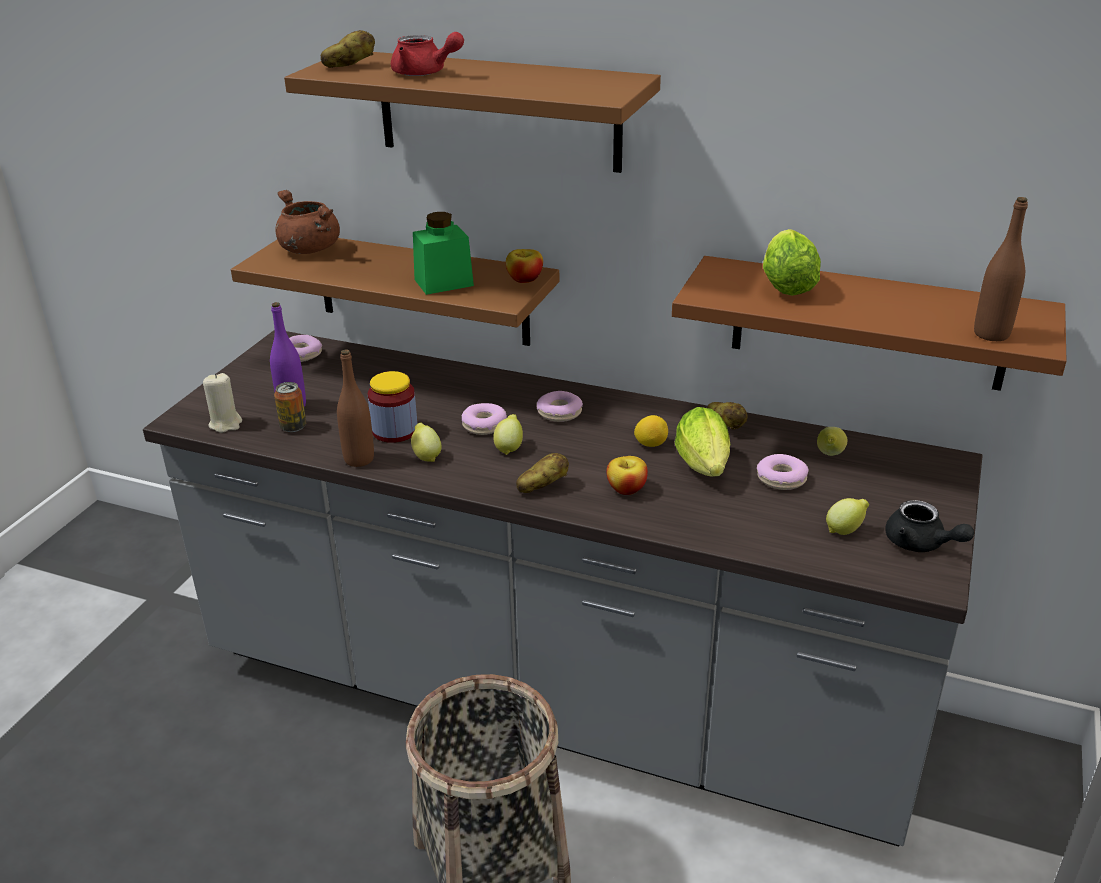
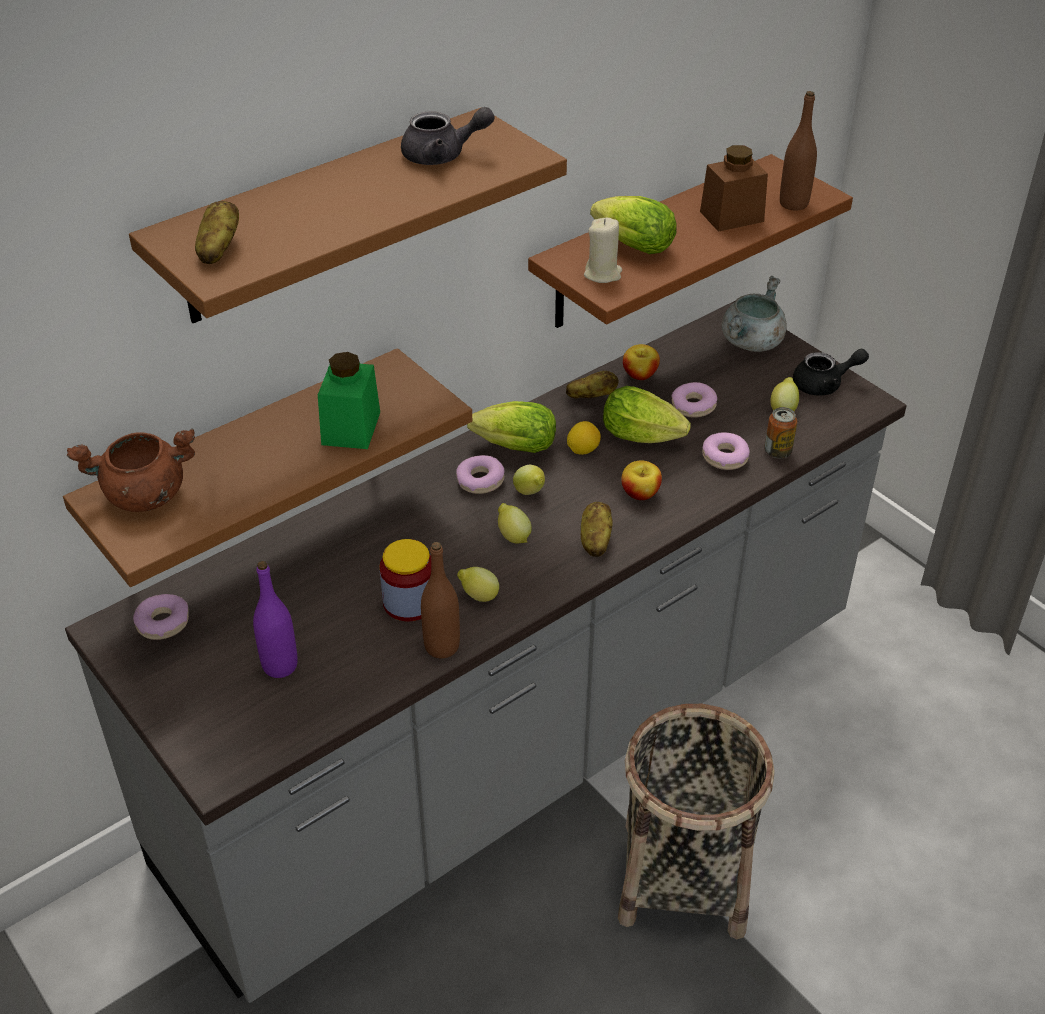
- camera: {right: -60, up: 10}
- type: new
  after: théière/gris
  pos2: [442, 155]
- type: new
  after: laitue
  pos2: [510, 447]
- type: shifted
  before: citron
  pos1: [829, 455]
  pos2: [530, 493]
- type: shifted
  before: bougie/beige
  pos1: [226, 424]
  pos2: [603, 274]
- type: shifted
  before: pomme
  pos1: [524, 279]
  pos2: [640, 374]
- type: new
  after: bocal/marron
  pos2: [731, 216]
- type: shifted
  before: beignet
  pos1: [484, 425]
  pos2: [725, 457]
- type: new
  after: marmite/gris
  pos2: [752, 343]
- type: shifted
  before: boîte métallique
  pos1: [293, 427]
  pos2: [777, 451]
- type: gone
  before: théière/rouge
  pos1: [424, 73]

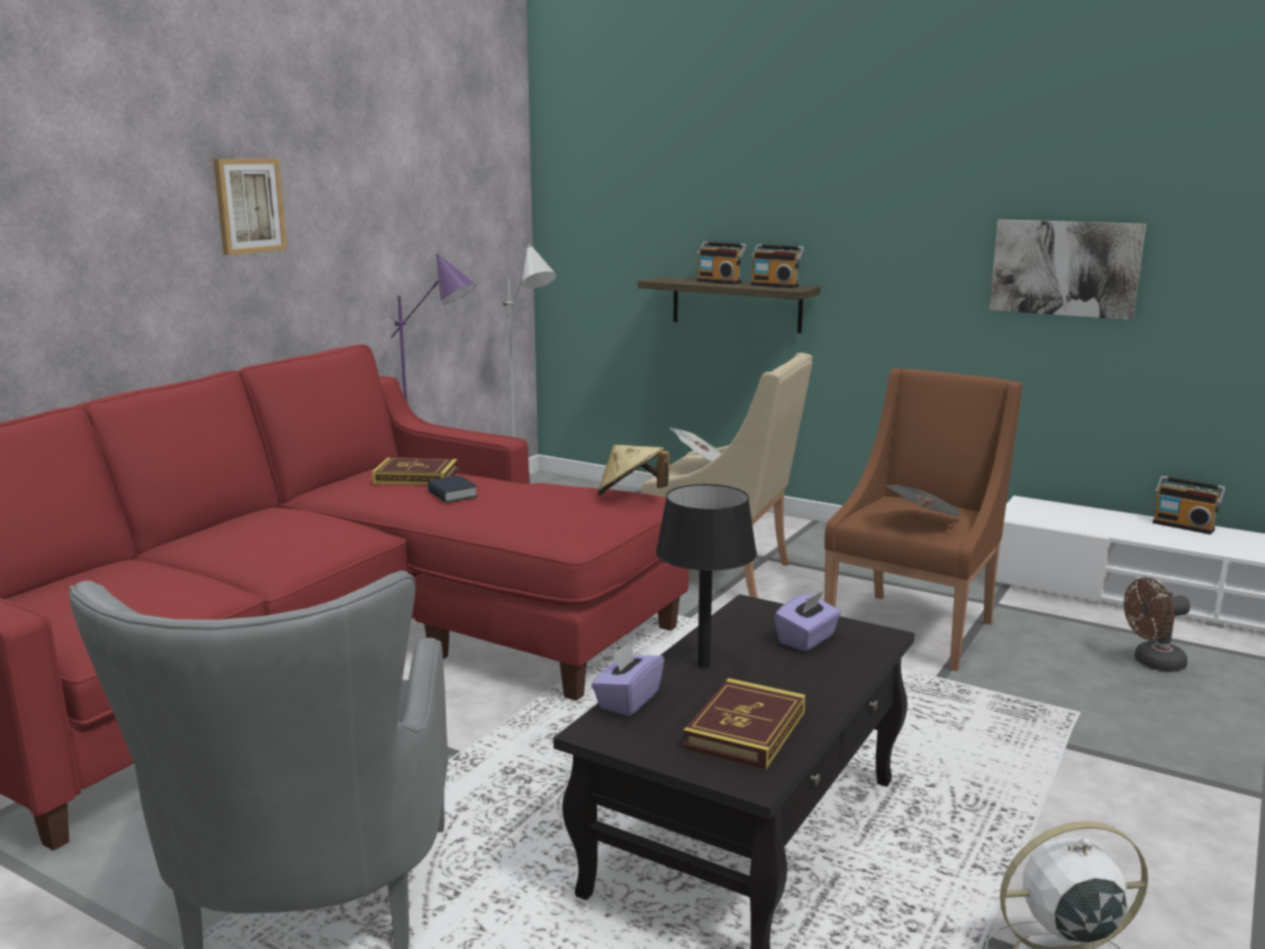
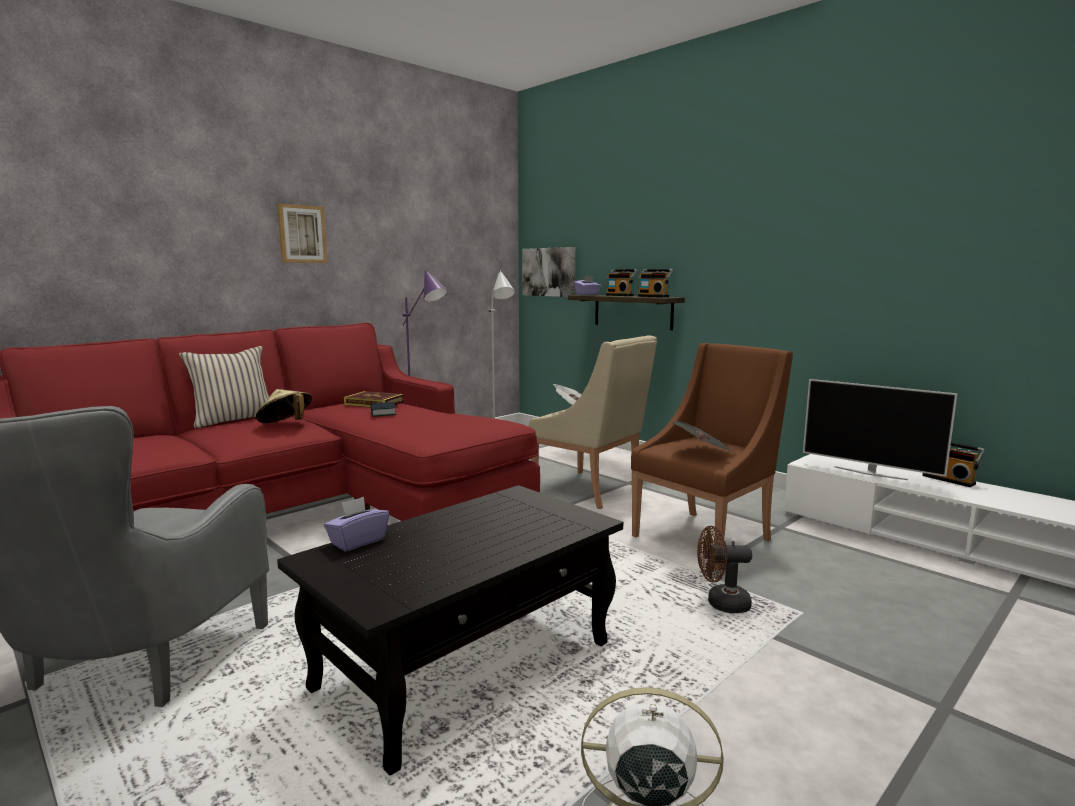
- camera: {right: 15, up: -5}
- type: new
  after: coussin/beige
  pos2: [233, 420]
- type: shifted
  before: chapeau/beige
  pos1: [631, 495]
  pos2: [286, 425]
- type: shifted
  before: tableau
  pos1: [1065, 268]
  pos2: [549, 272]
- type: shifted
  before: boîte à mouchoirs/violet
  pos1: [807, 639]
  pos2: [587, 294]
- type: shifted
  before: ventilateur/marron
  pos1: [1152, 663]
  pos2: [721, 603]
- type: new
  after: téléviseur
  pos2: [870, 473]
- type: gone
  before: lampe de table/noir
  pos1: [704, 665]
- type: gone
  before: livre
  pos1: [745, 730]

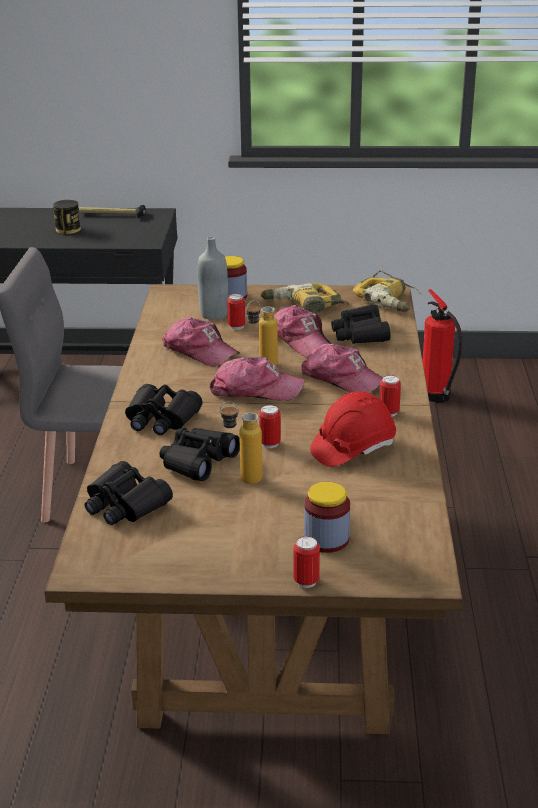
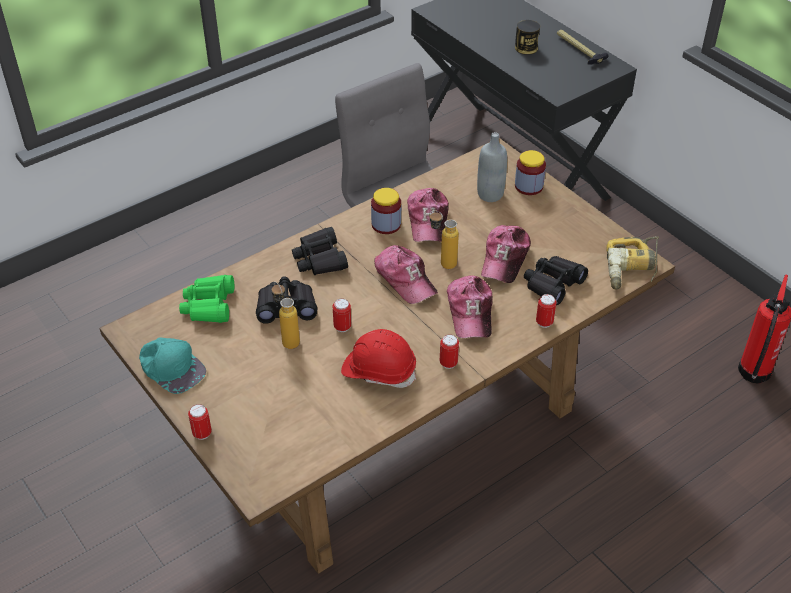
- camera: {right: 50, up: 15}
- type: new
  after: casquette/turquoise
  pos2: [172, 367]
- type: repainted
  before: jumelles/noir
  after: jumelles/vert
  pos1: [125, 504]
  pos2: [209, 305]
- type: shifted
  before: bocal
  pos1: [326, 539]
  pos2: [386, 224]
- type: shifted
  before: boîte métallique
  pos1: [236, 326]
  pos2: [544, 322]
- type: gone
  before: perceuse
  pos1: [303, 307]

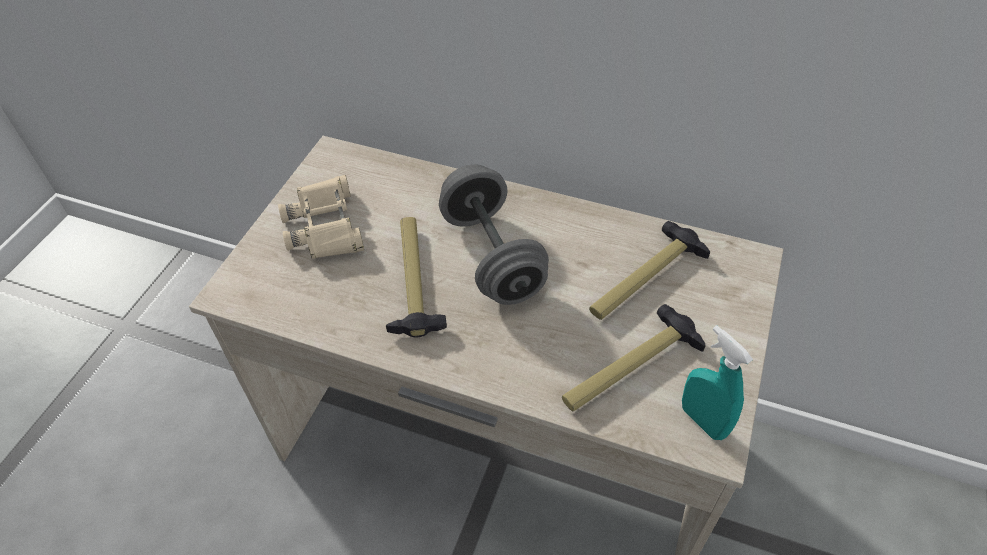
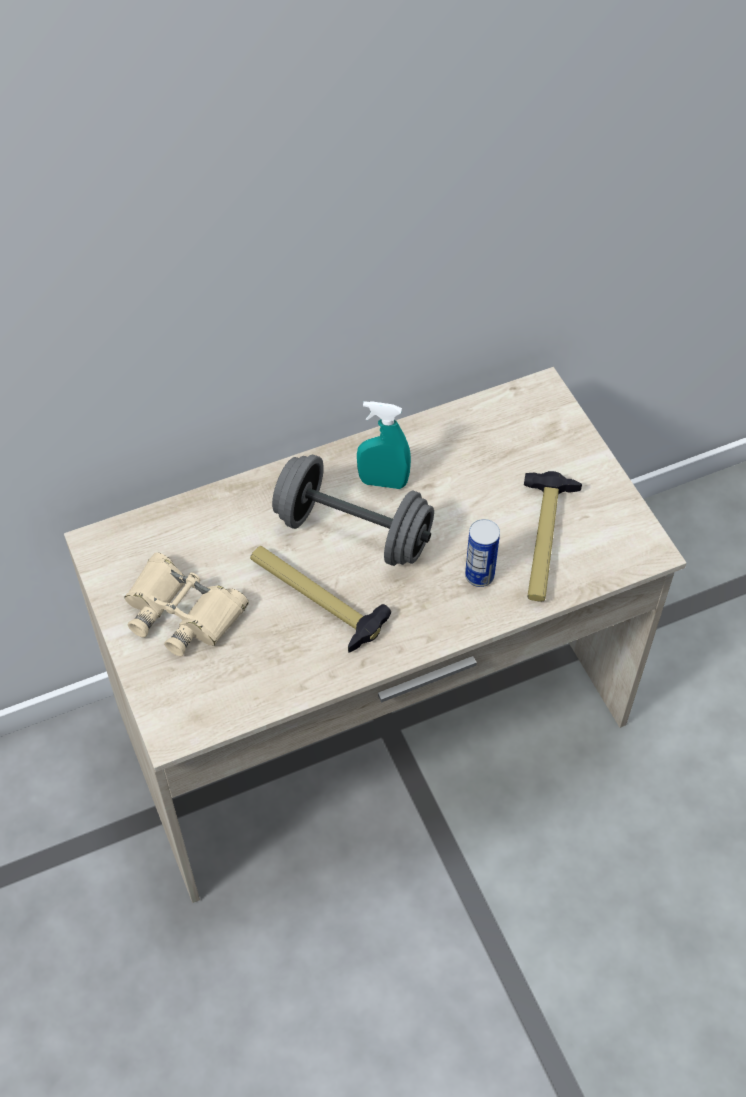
- camera: {right: -45, up: 5}
- type: shifted
  before: vaporisateur/turquoise
  pos1: [703, 421]
  pos2: [383, 482]
- type: new
  after: boîte métallique
  pos2: [479, 575]
- type: gone
  before: marteau
  pos1: [644, 280]

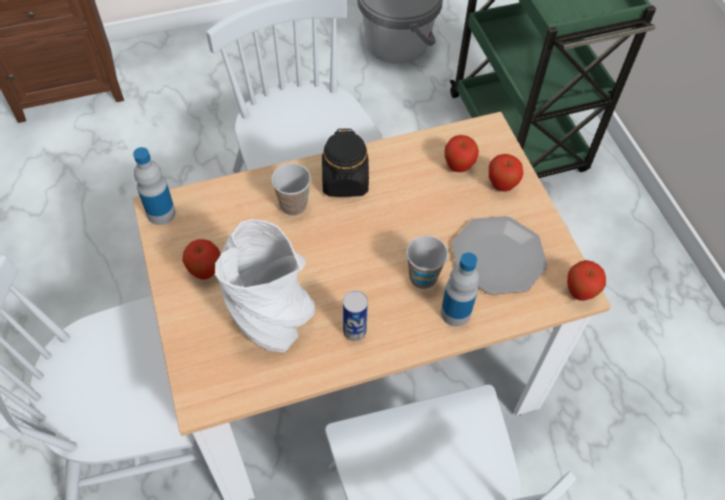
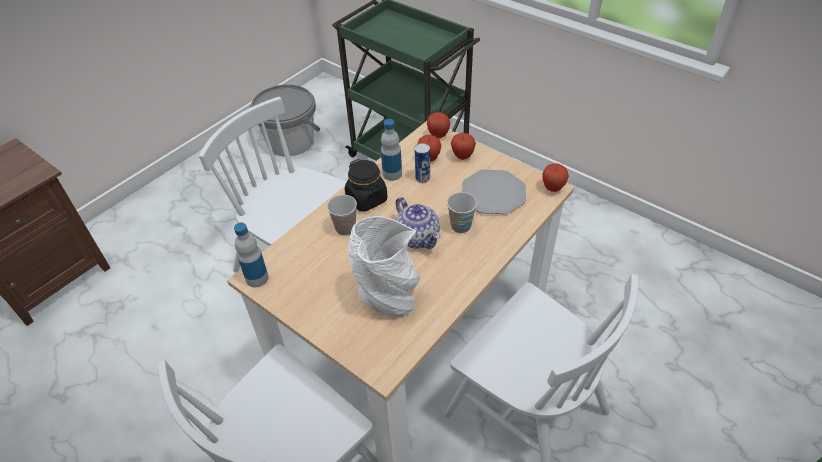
- camera: {right: -30, up: -10}
- type: shifted
  before: bouteille
  pos1: [455, 313]
  pos2: [392, 174]
- type: new
  after: théière
  pos2: [418, 237]
- type: shifted
  before: boîte métallique
  pos1: [354, 331]
  pos2: [422, 178]
- type: shifted
  before: pomme
  pos1: [205, 271]
  pos2: [438, 135]

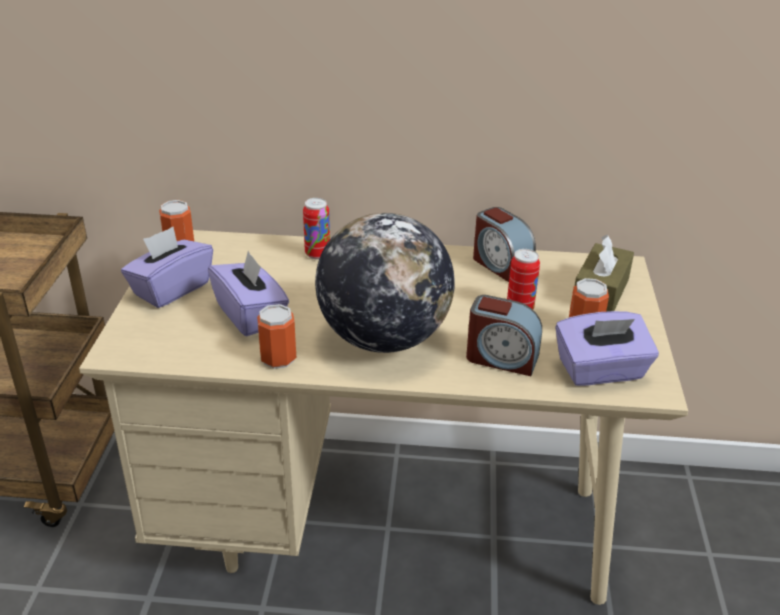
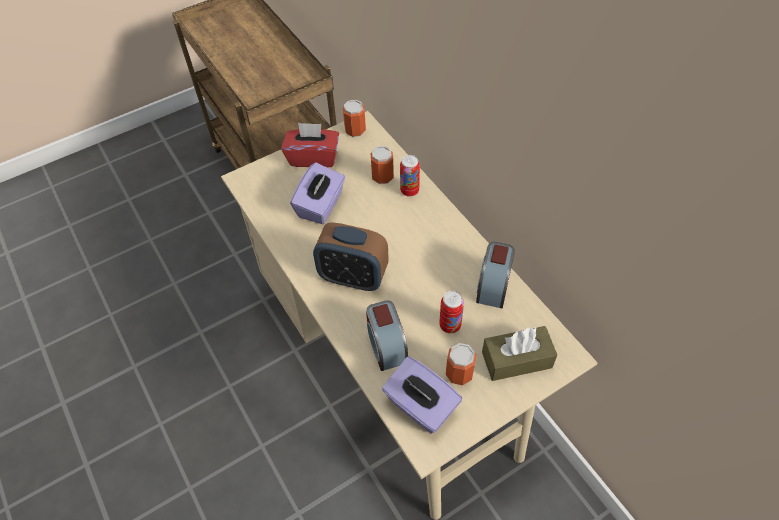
- camera: {right: 55, up: 20}
- type: repainted
  before: boîte à mouchoirs/violet
  after: boîte à mouchoirs/rouge
  pos1: [171, 289]
  pos2: [313, 157]
- type: swapped
  before: globe
  after: réveil
  pos1: [383, 339]
  pos2: [353, 277]
- type: shifted
  before: boîte métallique
  pos1: [278, 358]
  pos2: [382, 177]

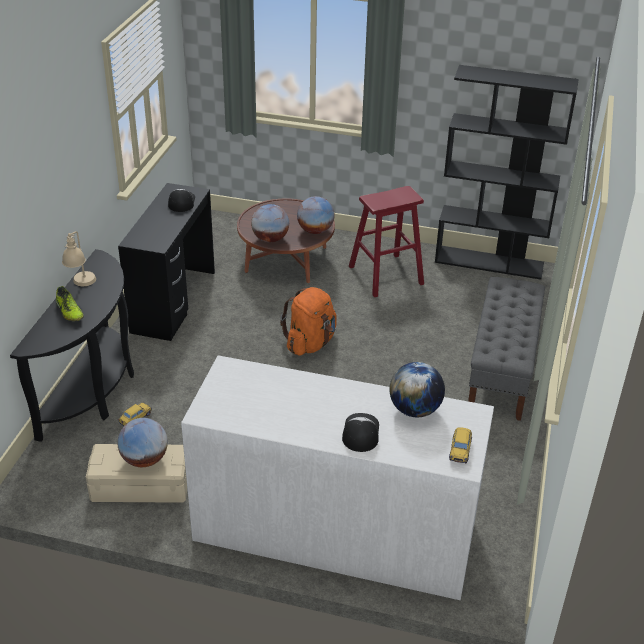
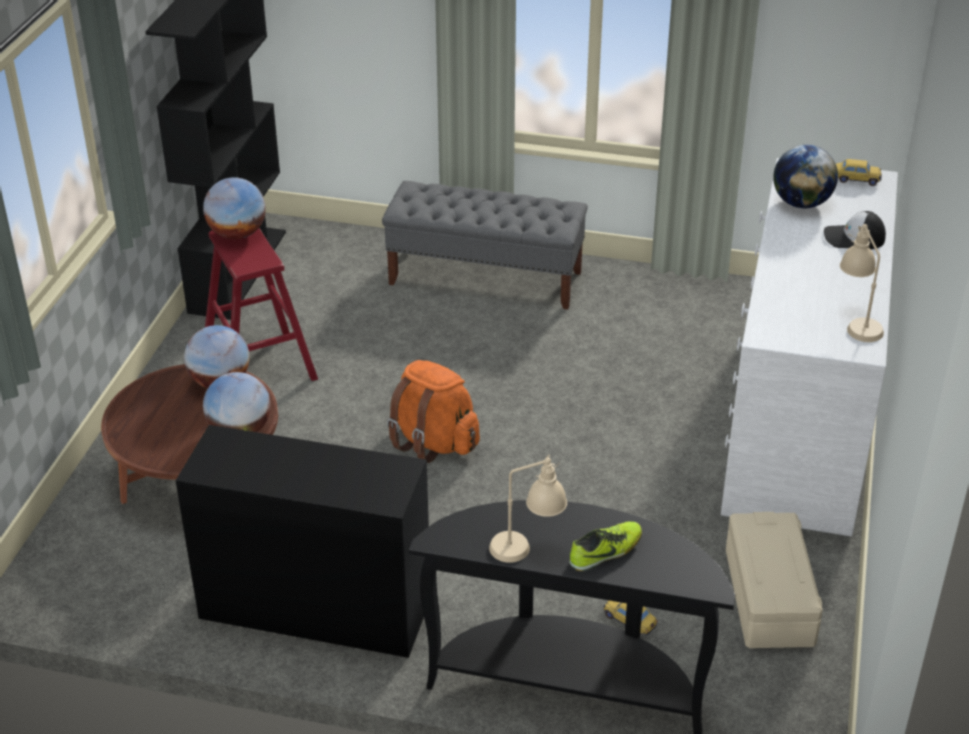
- camera: {right: -90, up: 0}
- type: shifted
  before: globe
  pos1: [144, 459]
  pos2: [237, 234]
- type: new
  after: lampe de table/beige
  pos2: [856, 322]
- type: gone
  before: casquette
  pos1: [181, 202]

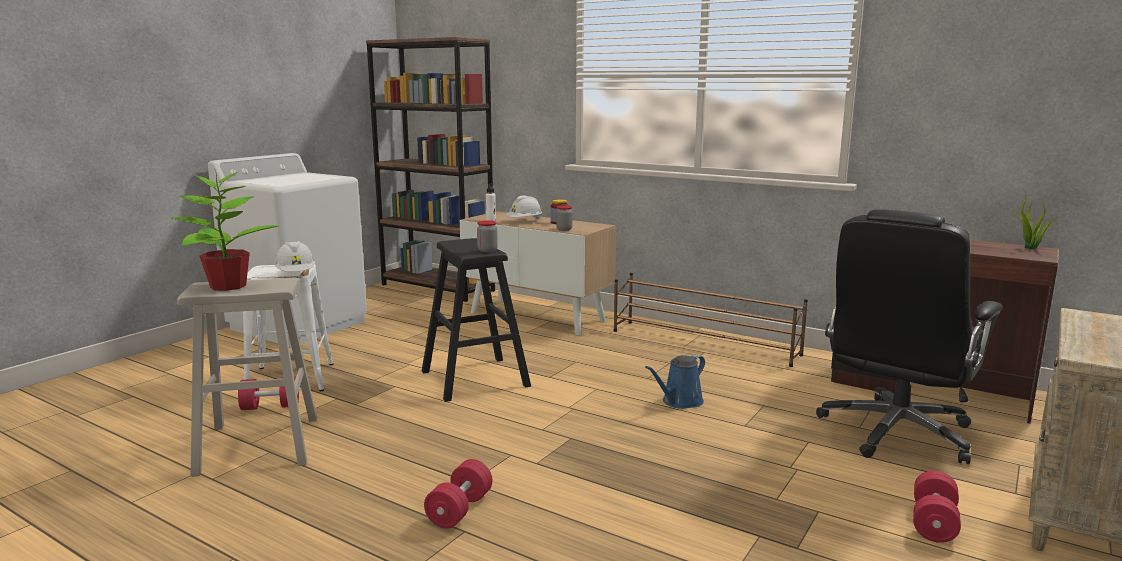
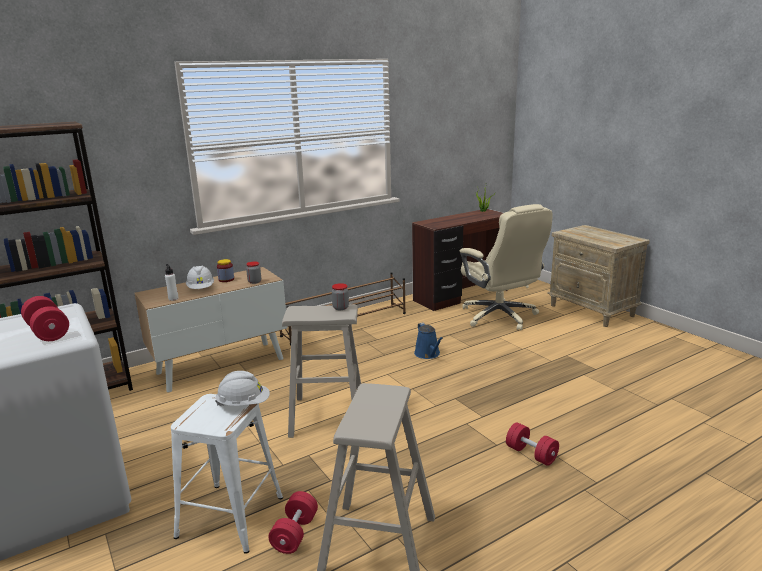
- camera: {right: -65, up: 5}
- type: shifted
  before: haltère/rouge
  pos1: [933, 523]
  pos2: [48, 332]
- type: repainted
  before: tabouret/noir
  after: tabouret/beige
  pos1: [475, 379]
  pos2: [328, 415]
- type: repainted
  before: chaise de bureau/noir
  after: chaise de bureau/beige
  pos1: [895, 433]
  pos2: [500, 316]
- type: gone
  before: plante en pot
  pos1: [227, 286]

